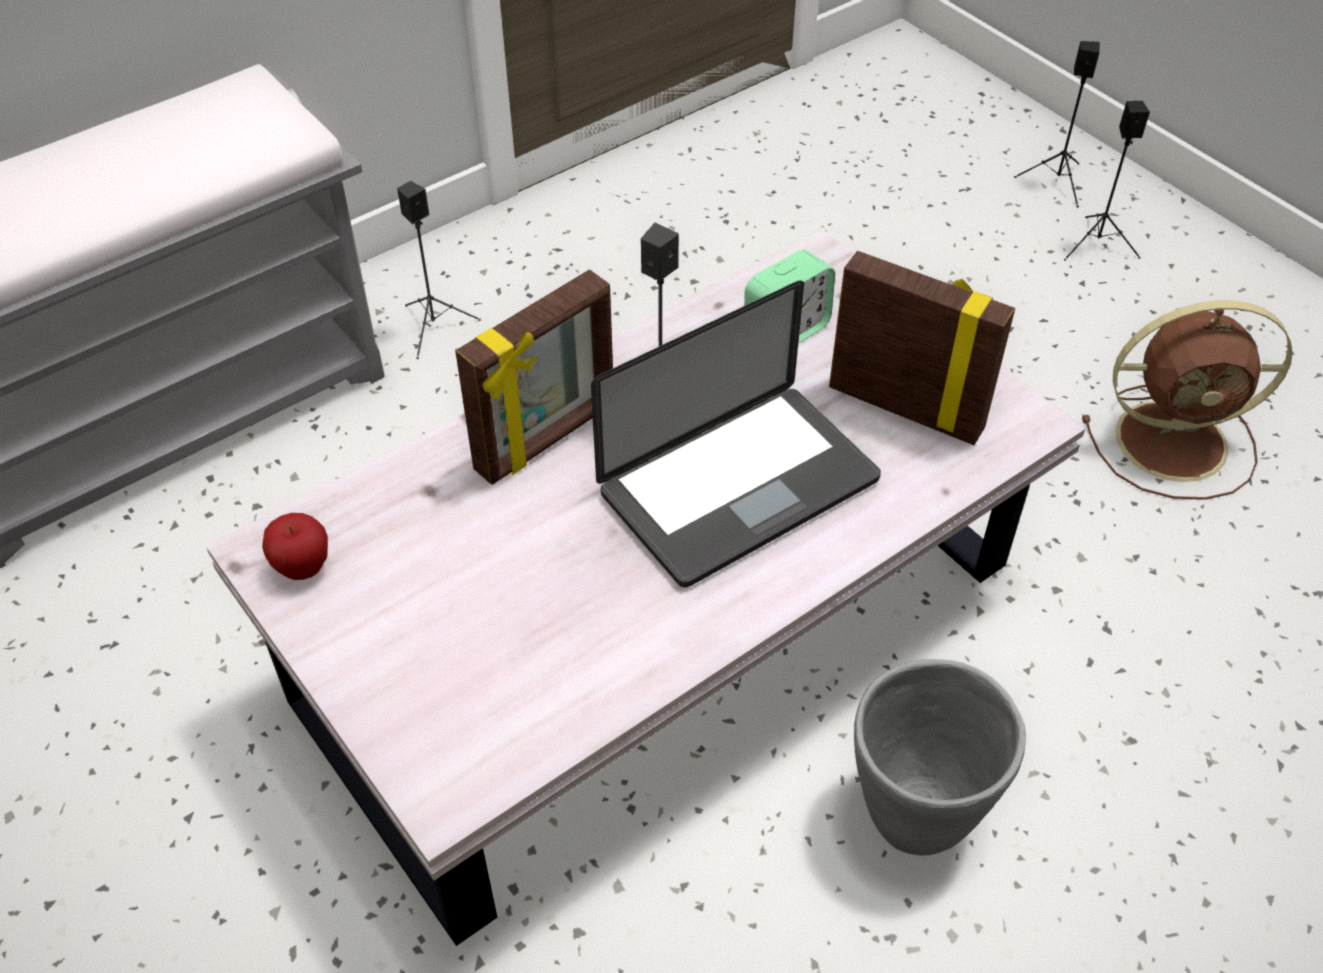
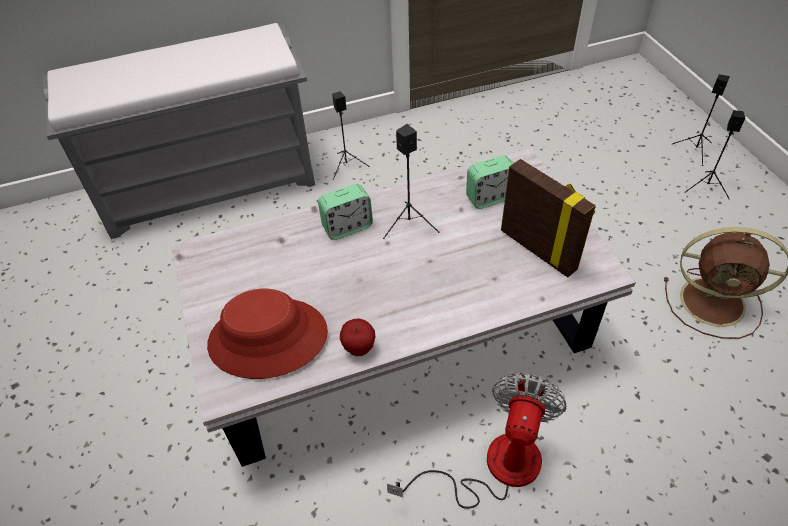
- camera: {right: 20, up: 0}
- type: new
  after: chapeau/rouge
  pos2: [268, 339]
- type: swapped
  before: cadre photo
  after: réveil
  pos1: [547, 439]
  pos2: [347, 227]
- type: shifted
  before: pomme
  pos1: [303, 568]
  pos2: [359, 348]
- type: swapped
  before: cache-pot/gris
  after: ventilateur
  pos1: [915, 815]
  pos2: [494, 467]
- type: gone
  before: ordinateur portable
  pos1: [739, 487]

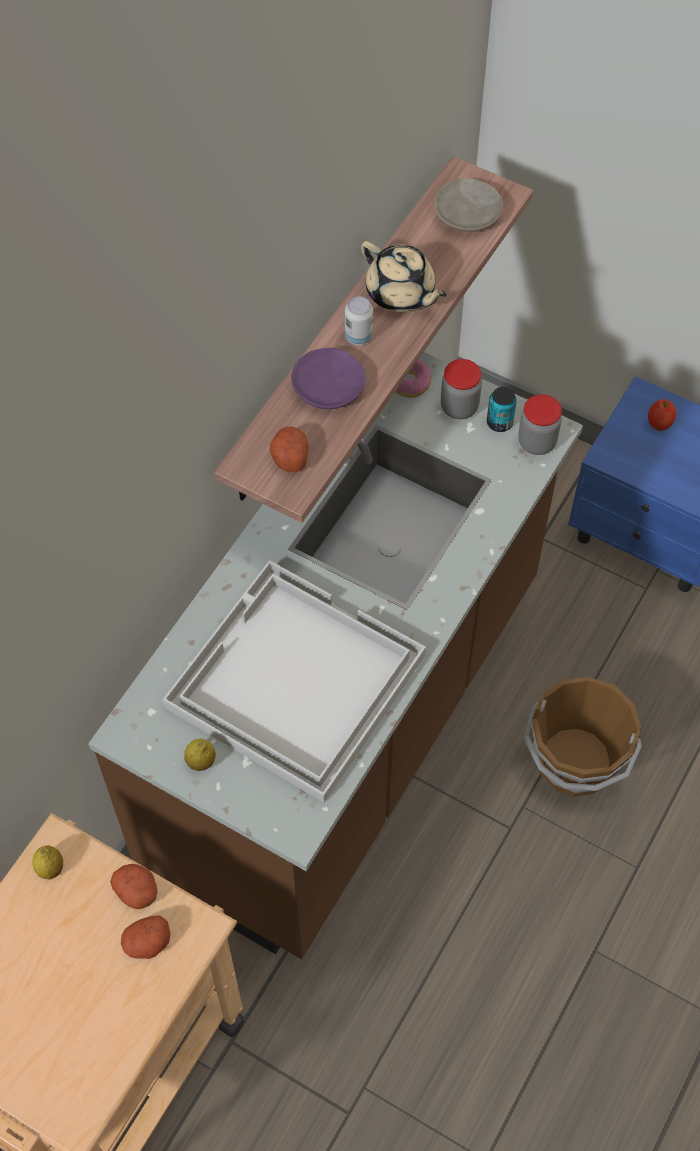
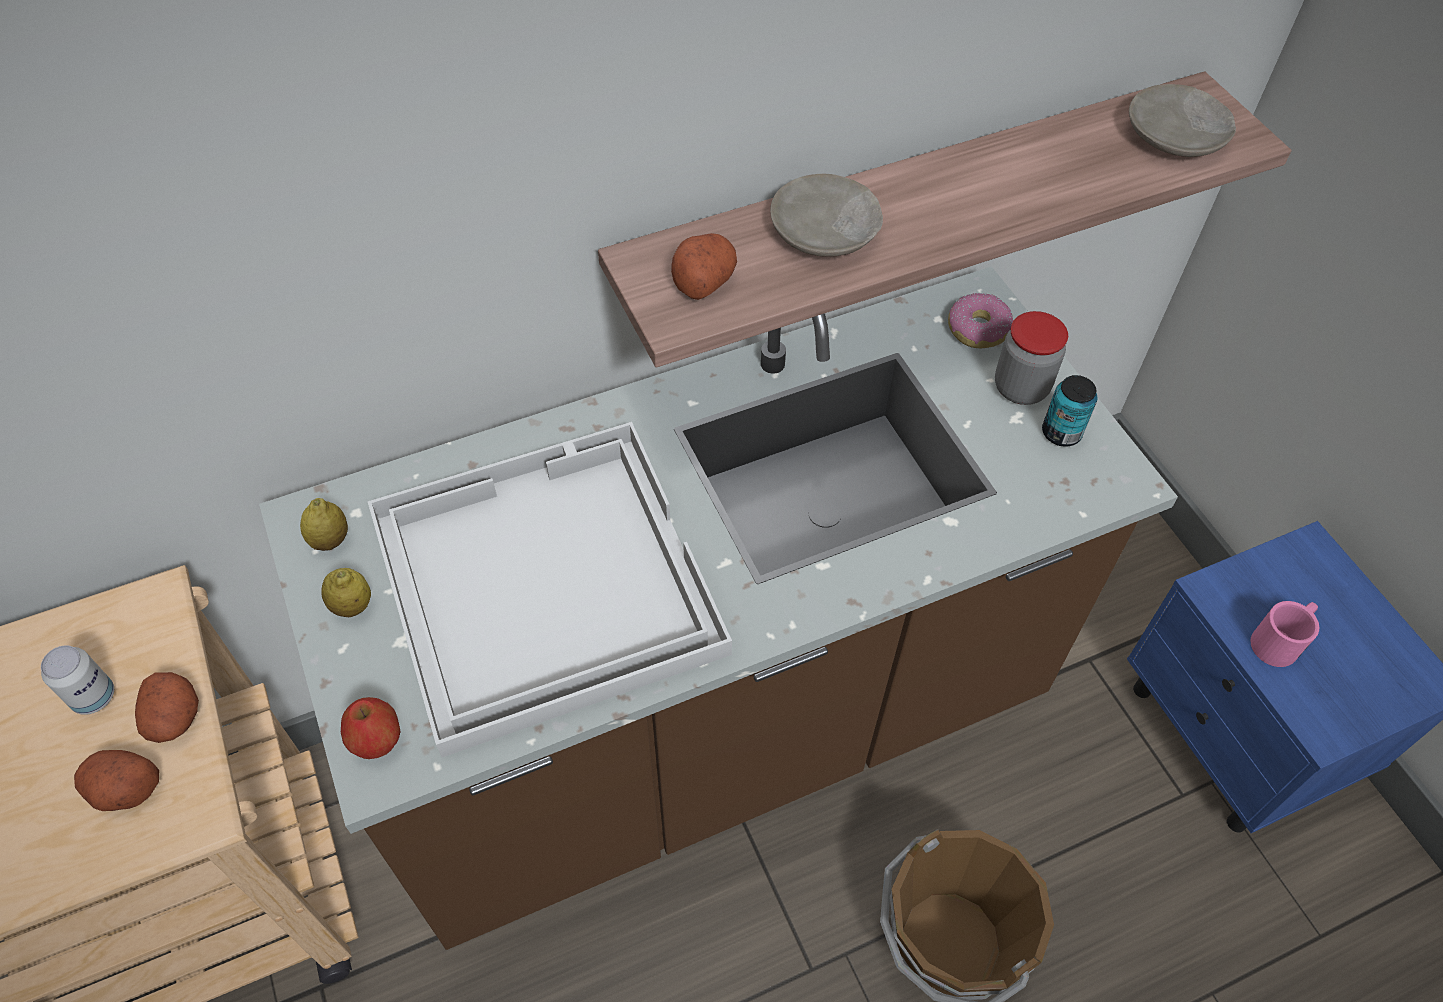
- camera: {right: 35, up: -5}
- type: shifted
  before: boîte métallique
  pos1: [358, 336]
  pos2: [94, 697]
- type: shifted
  before: citron
  pos1: [50, 868]
  pos2: [330, 540]
- type: shifted
  before: pomme
  pos1: [659, 424]
  pos2: [377, 741]
- type: repainted
  before: assiette/violet
  after: assiette/beige
  pos1: [329, 387]
  pos2: [825, 231]
- type: new
  after: mug/rose
  pos2: [1280, 640]
- type: gone
  before: théière/beige
  pos1: [401, 293]
- type: gone
  before: bocal
  pos1: [537, 442]

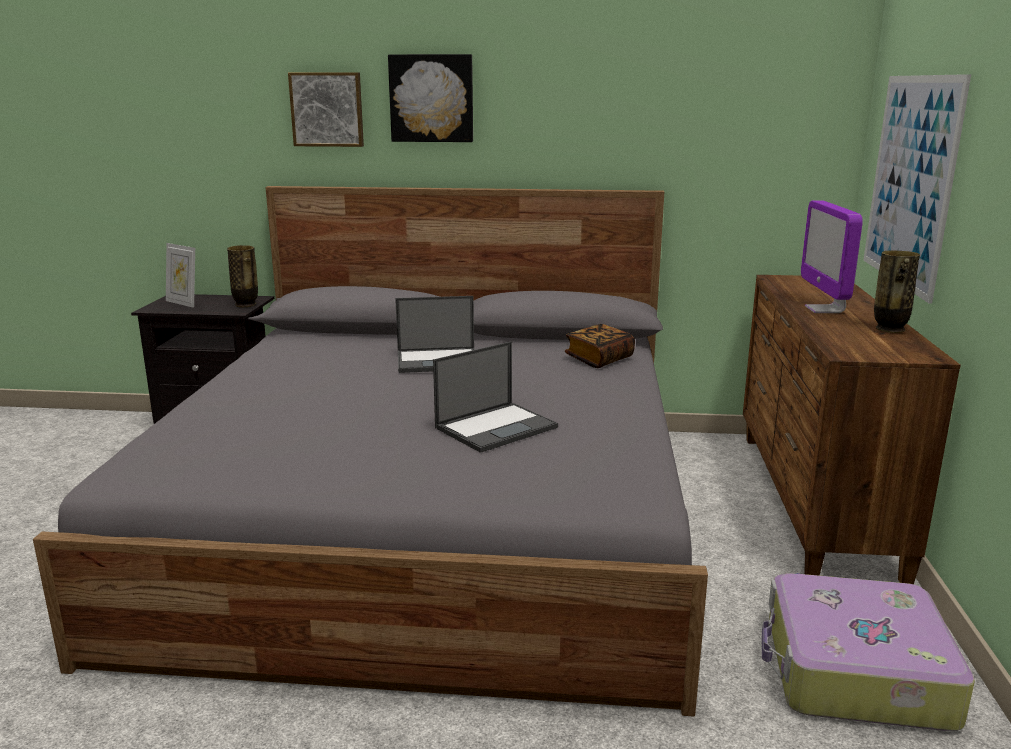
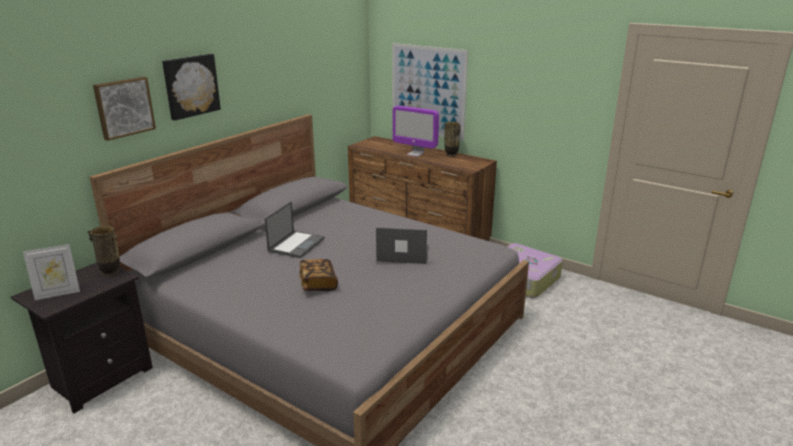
- camera: {right: -60, up: 5}
- type: shifted
  before: livre
  pos1: [599, 359]
  pos2: [318, 284]
- type: rotated
  before: ordinateur portable
  pos1: [497, 427]
  pos2: [402, 254]
  turn: -75

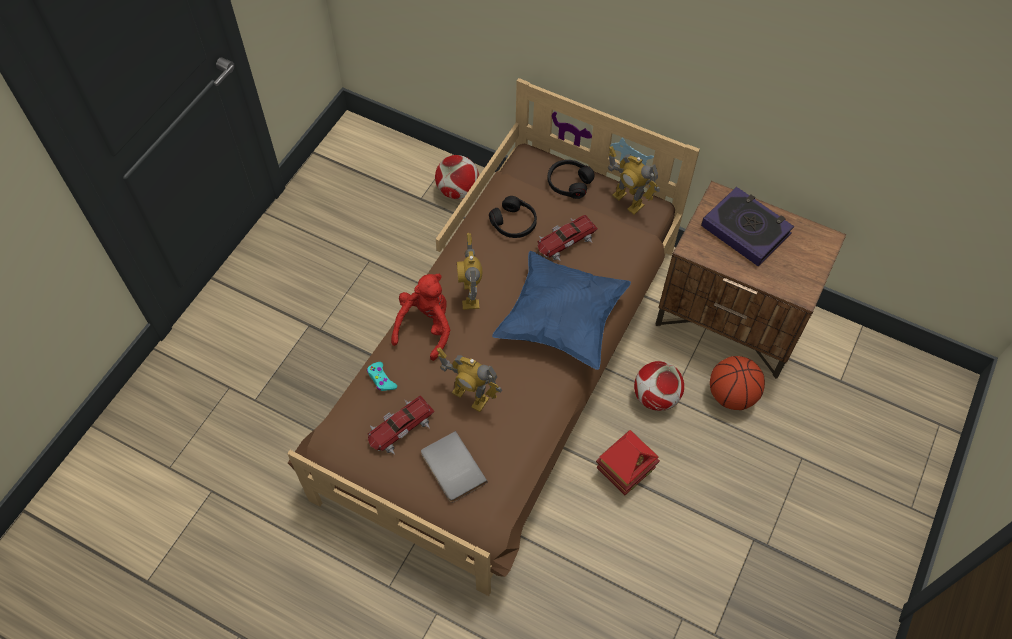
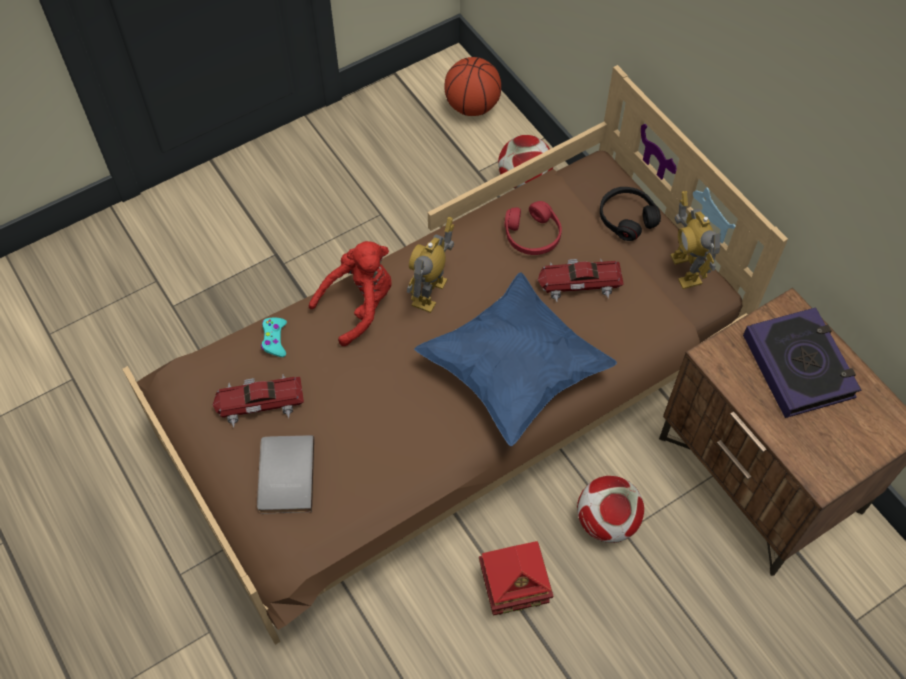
- camera: {right: 30, up: 0}
- type: shifted
  before: ballon de basket
  pos1: [731, 395]
  pos2: [472, 106]
- type: repainted
  before: casque audio/noir
  after: casque audio/rouge
  pos1: [514, 223]
  pos2: [532, 235]
- type: gone
  before: robot jouet
  pos1: [470, 396]

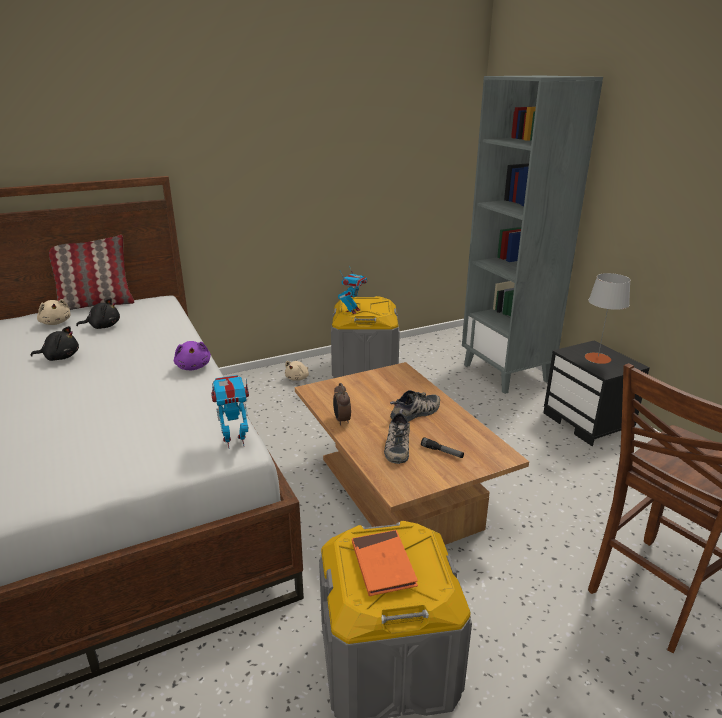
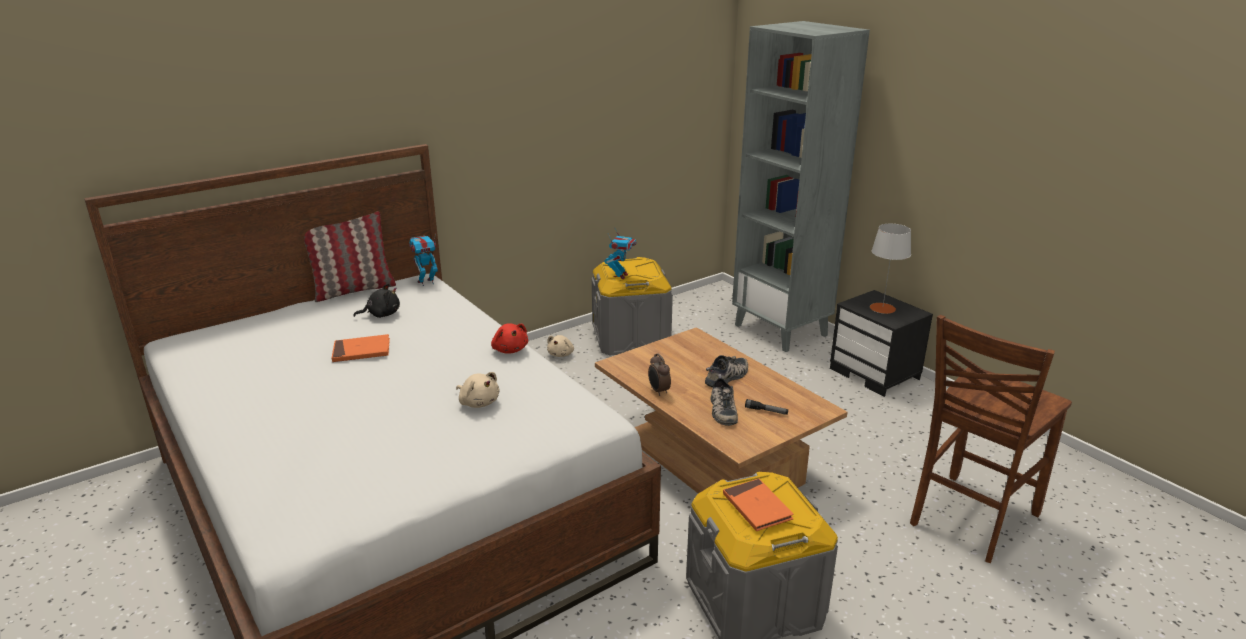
- camera: {right: -10, up: 0}
- type: swapped
  before: peluche/noir
  after: livre/orange
  pos1: [60, 357]
  pos2: [361, 351]
- type: shifted
  before: robot jouet
  pos1: [235, 442]
  pos2: [426, 282]
- type: shifted
  before: peluche/beige
  pos1: [56, 322]
  pos2: [478, 402]
- type: repainted
  before: peluche/violet
  after: peluche/rouge
  pos1: [193, 367]
  pos2: [510, 349]

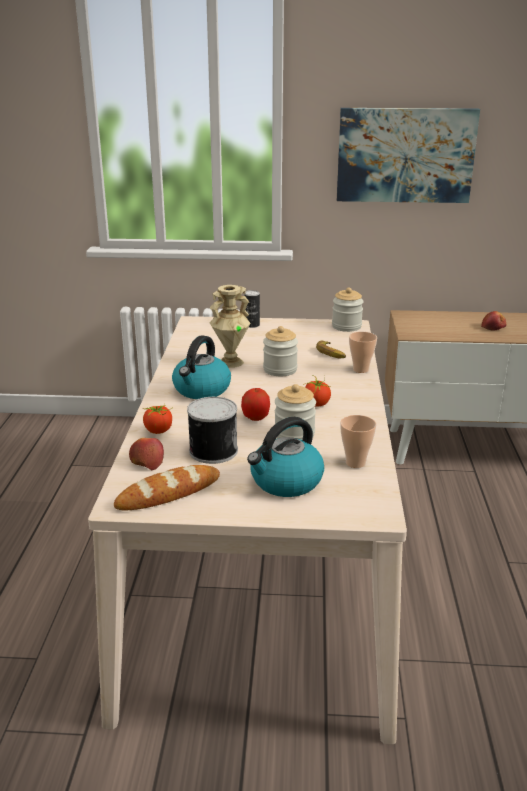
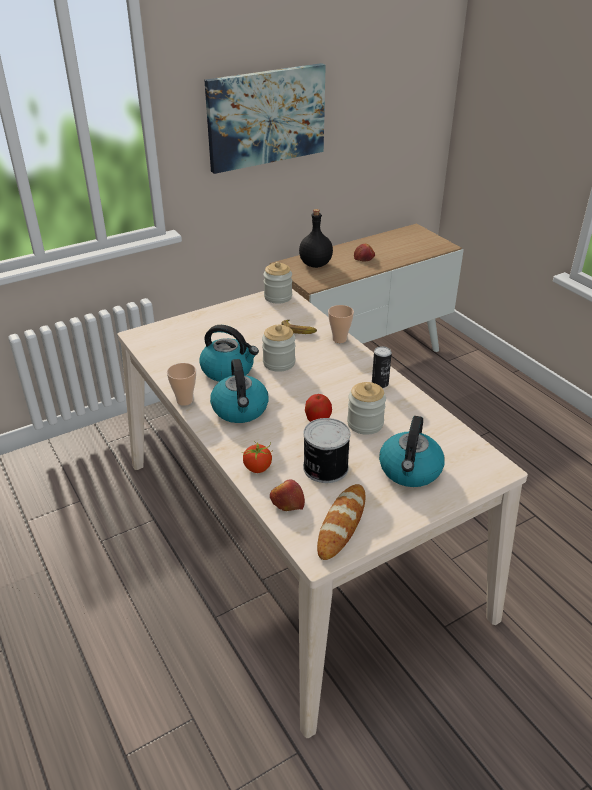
- camera: {right: -35, up: 10}
- type: shifted
  before: tasse
  pos1: [355, 462]
  pos2: [184, 400]
- type: swapped
  before: vase/beige
  after: bouilloire
  pos1: [230, 362]
  pos2: [228, 370]
- type: new
  after: bouteille/noir
  pos2: [315, 264]
- type: shifted
  before: boîte métallique
  pos1: [252, 325]
  pos2: [380, 383]
- type: gone
  before: tomate
  pos1: [316, 404]

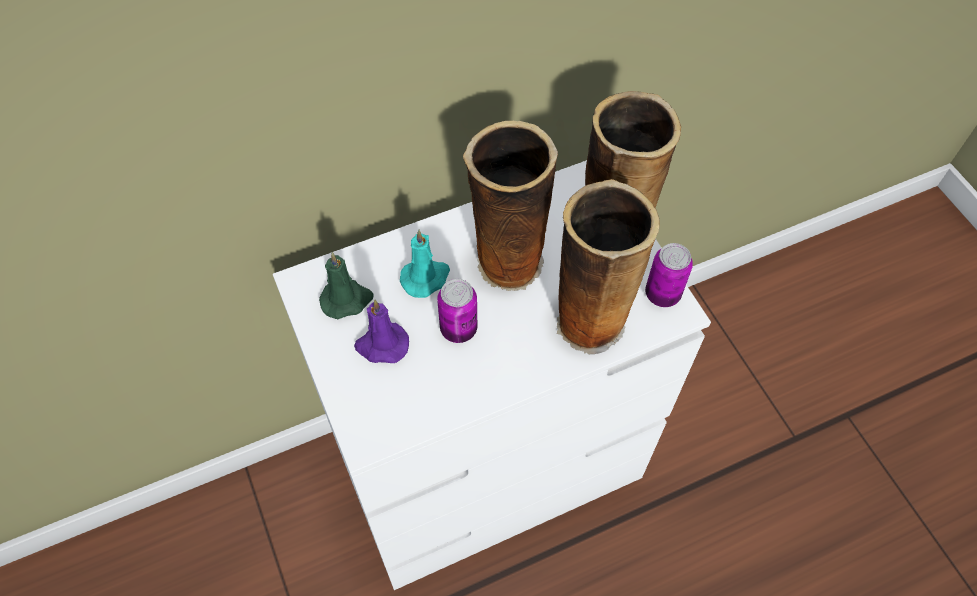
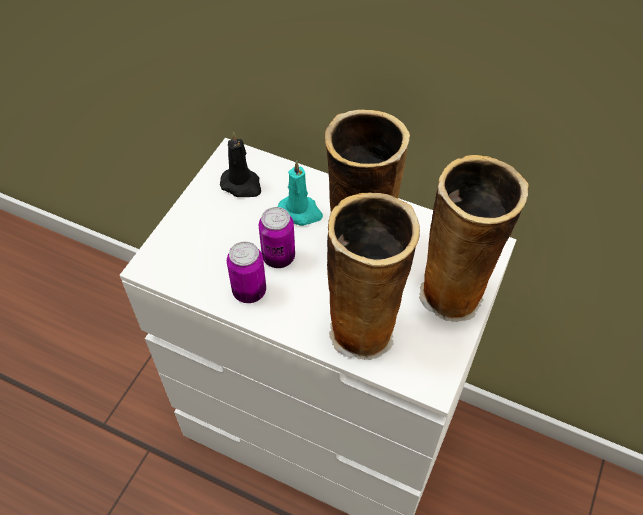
- camera: {right: 50, up: -5}
- type: repainted
  before: bougie/vert
  after: bougie/noir
  pos1: [347, 300]
  pos2: [242, 185]
- type: shifted
  before: boîte métallique
  pos1: [662, 294]
  pos2: [249, 291]
- type: gone
  before: bougie/violet
  pos1: [381, 345]

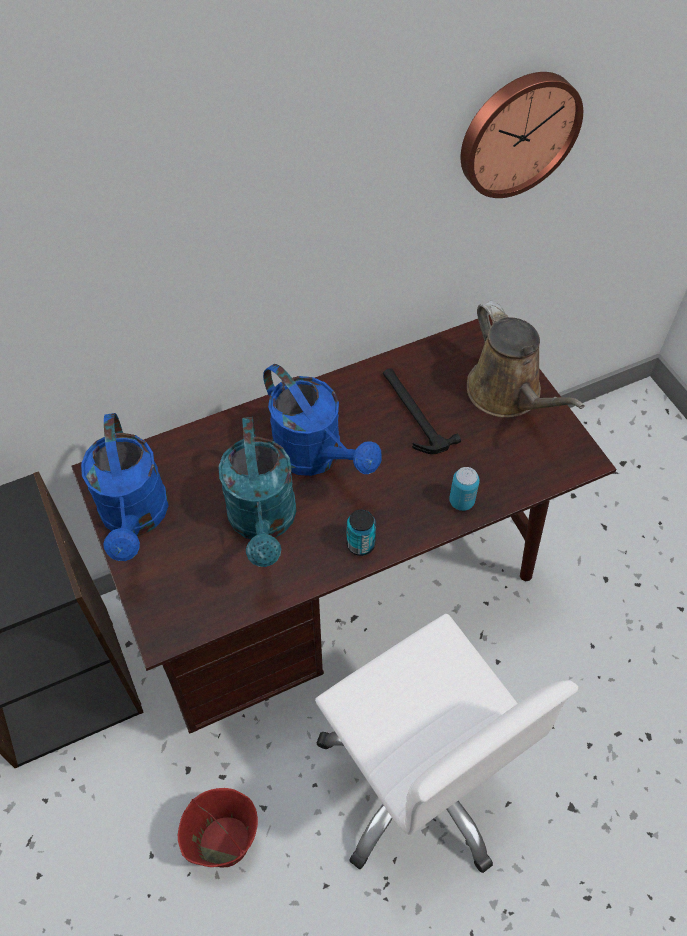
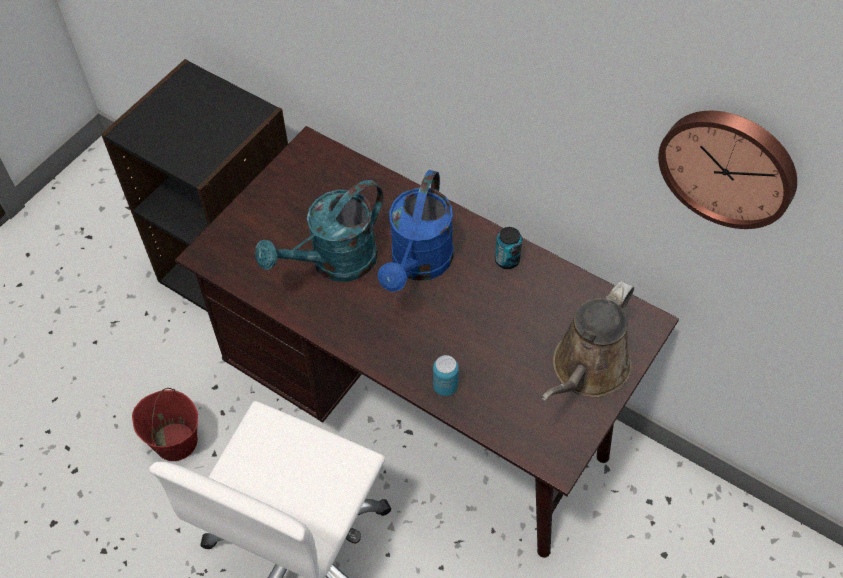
- camera: {right: 60, up: 0}
- type: shifted
  before: boîte métallique
  pos1: [360, 544]
  pos2: [507, 260]
- type: gone
  before: arrosoir/bleu
  pos1: [135, 518]
- type: gone
  before: marteau
  pos1: [413, 412]

